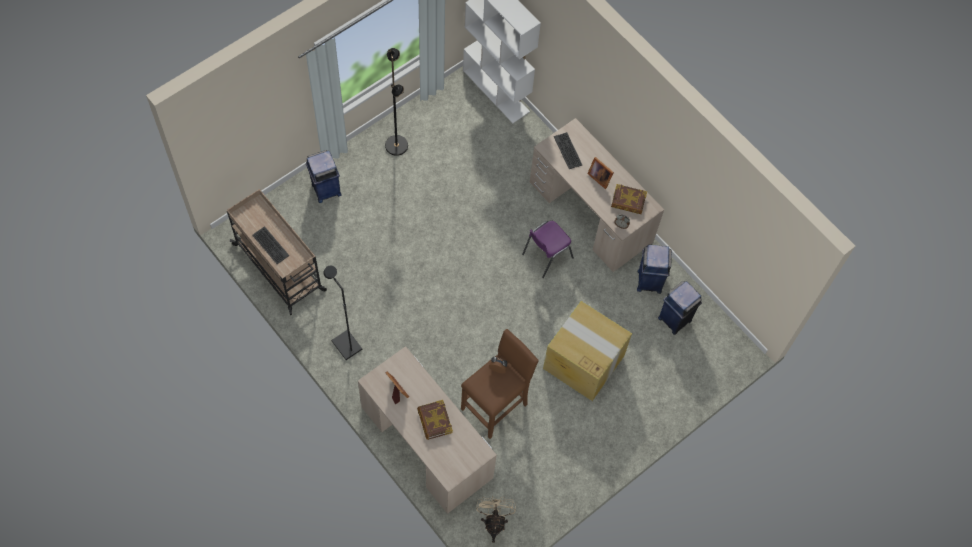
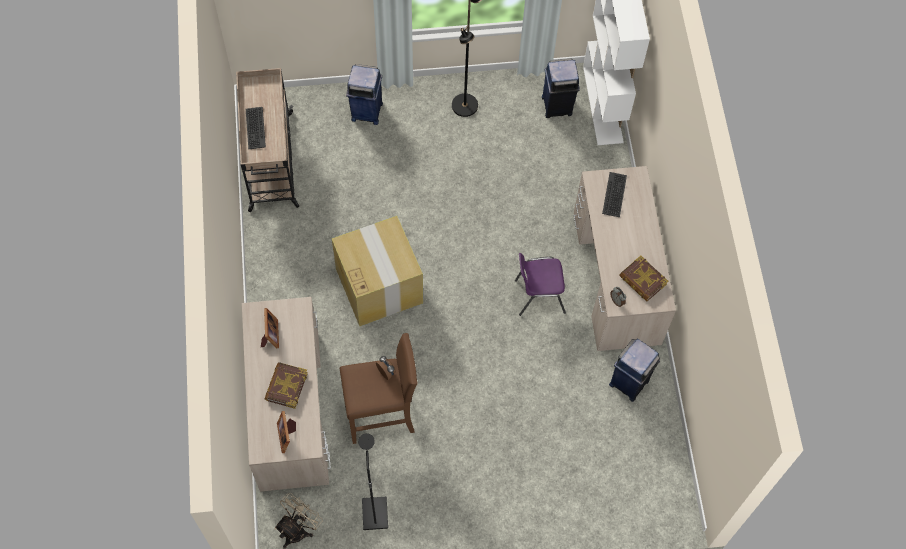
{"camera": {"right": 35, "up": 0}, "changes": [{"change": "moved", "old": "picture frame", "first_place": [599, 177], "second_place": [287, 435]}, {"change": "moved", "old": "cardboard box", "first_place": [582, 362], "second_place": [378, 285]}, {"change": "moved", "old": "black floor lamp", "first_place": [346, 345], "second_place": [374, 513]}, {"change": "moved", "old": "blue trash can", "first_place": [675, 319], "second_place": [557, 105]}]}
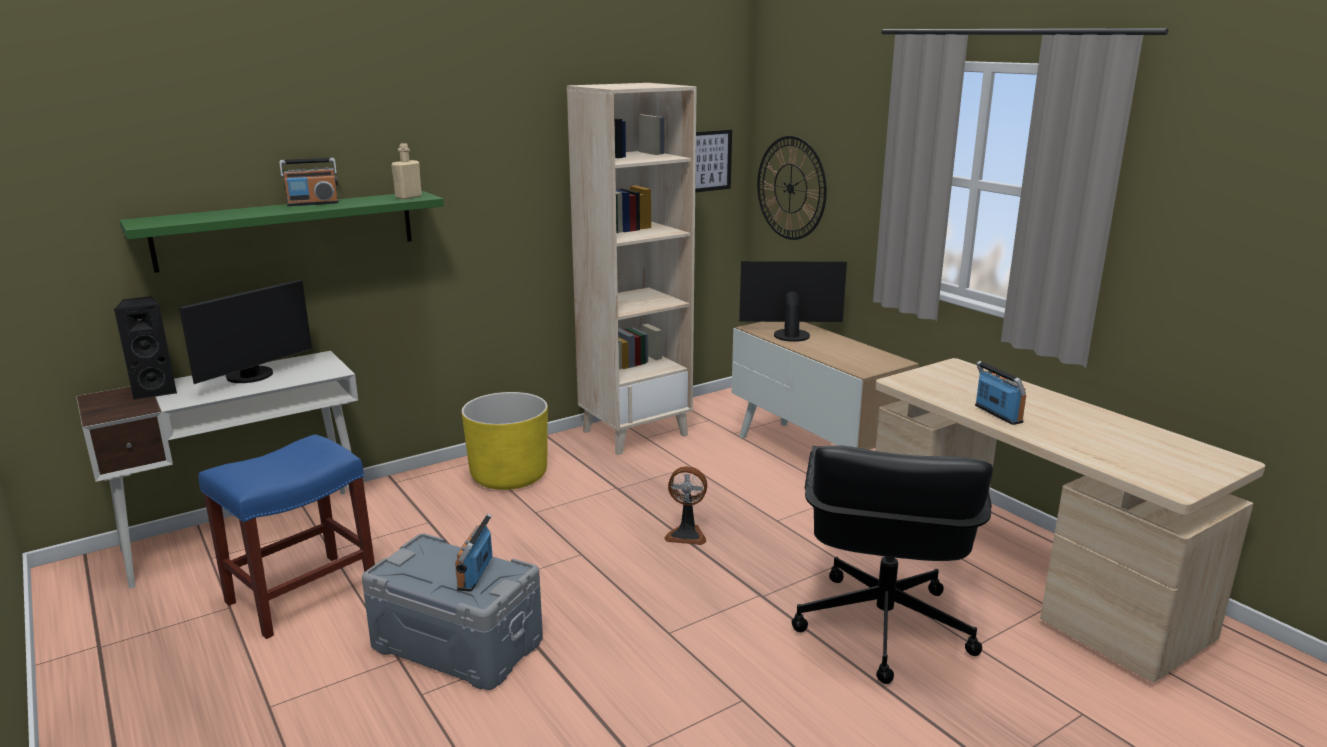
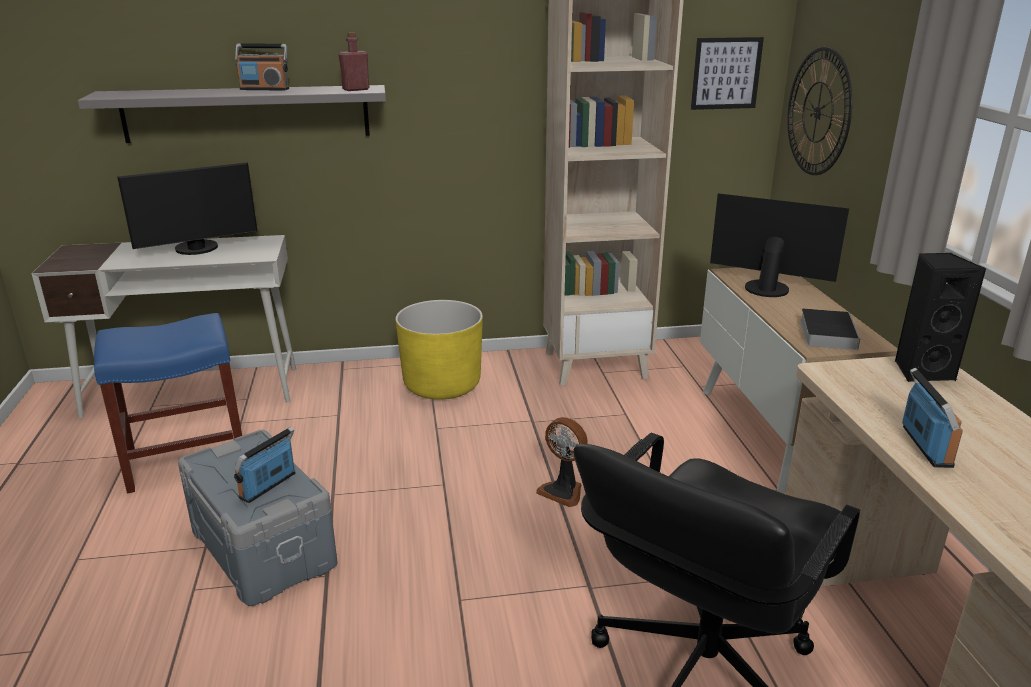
{"camera": {"right": 25, "up": 5}, "changes": [{"change": "recoloured", "old": "green shelf", "new": "grey shelf", "first_place": [288, 230], "second_place": [247, 113]}, {"change": "recoloured", "old": "beige bottle", "new": "red bottle", "first_place": [408, 197], "second_place": [356, 89]}, {"change": "added", "new": "book", "second_place": [826, 333]}, {"change": "moved", "old": "black speaker", "first_place": [155, 391], "second_place": [921, 371]}]}
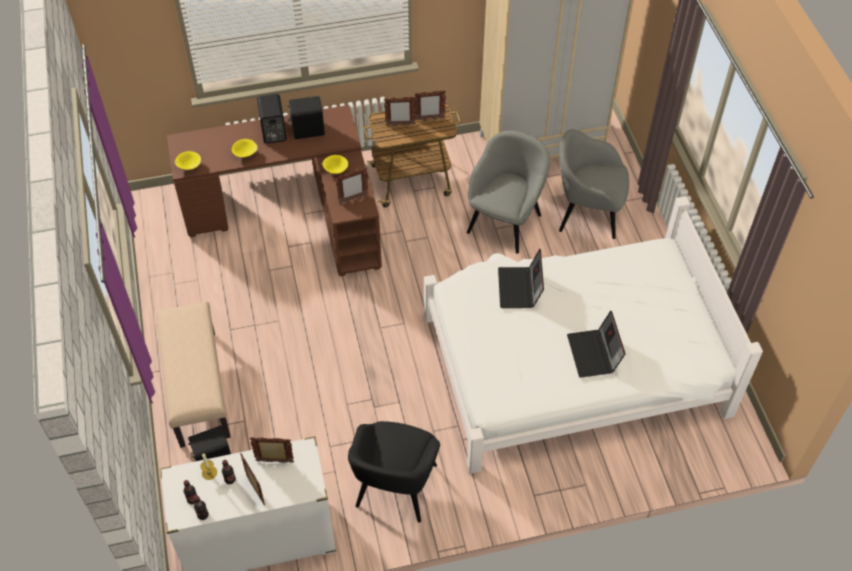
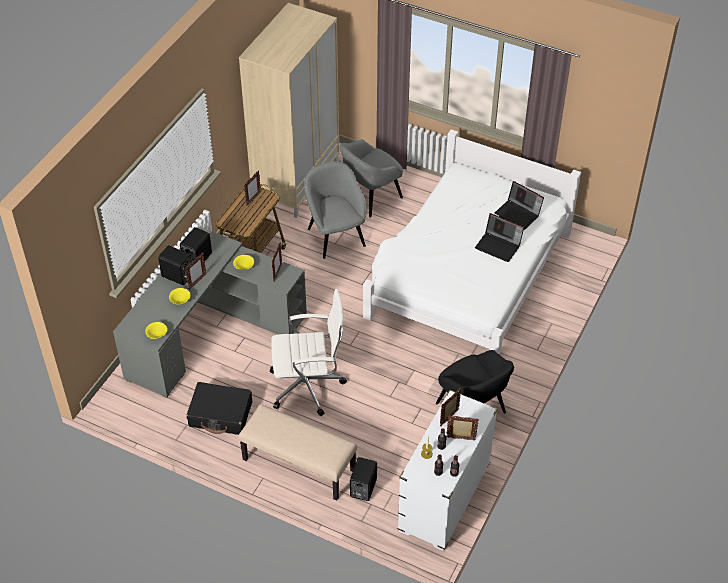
{"camera": {"right": -50, "up": -5}, "changes": [{"change": "recoloured", "old": "brown desk", "new": "grey desk", "first_place": [294, 212], "second_place": [209, 330]}, {"change": "moved", "old": "picture frame", "first_place": [400, 125], "second_place": [197, 282]}, {"change": "added", "new": "black suitcase", "second_place": [221, 414]}, {"change": "added", "new": "white office chair", "second_place": [309, 386]}, {"change": "moved", "old": "laptop", "first_place": [520, 289], "second_place": [518, 214]}]}
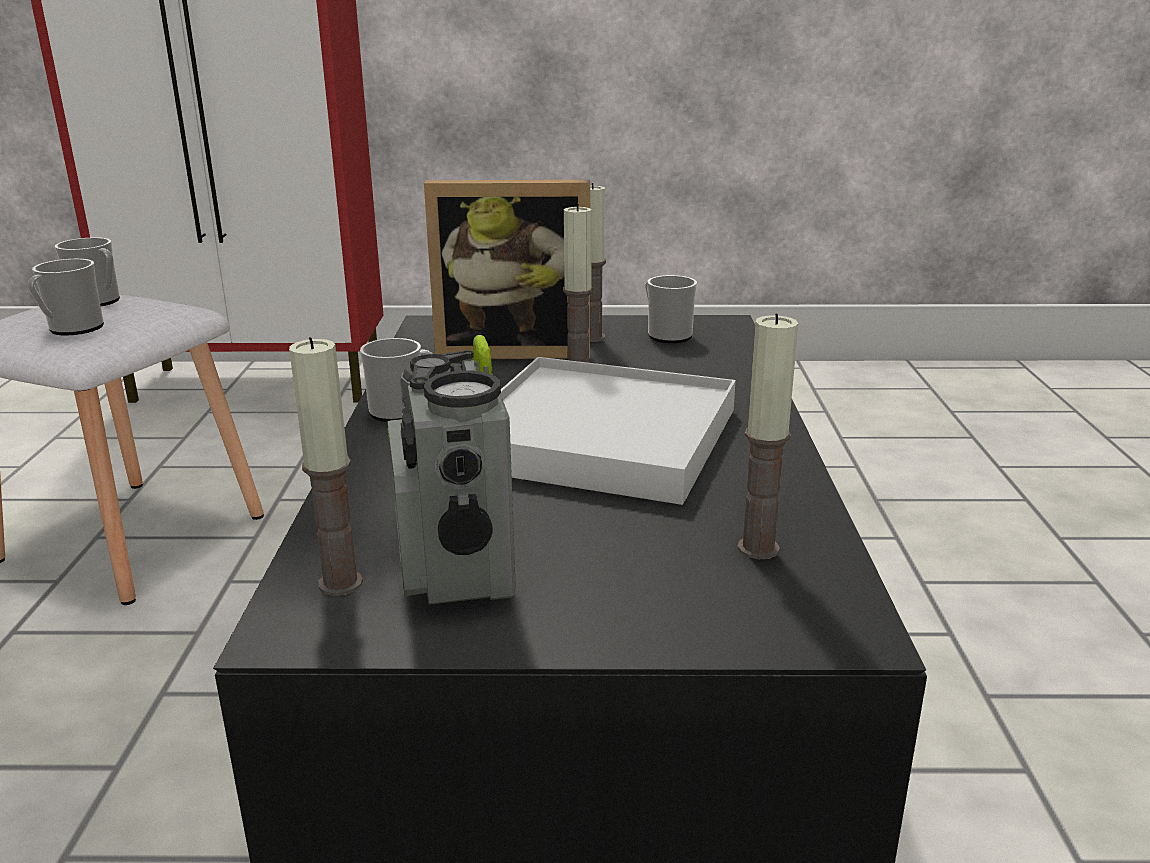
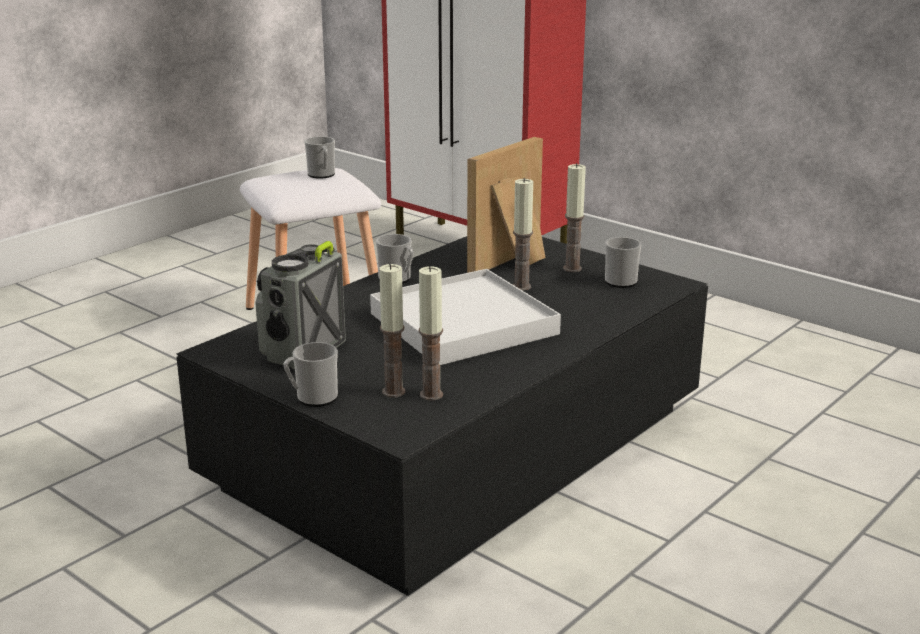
{"camera": {"right": 40, "up": 0}, "changes": [{"change": "moved", "old": "mug", "first_place": [71, 329], "second_place": [312, 398]}, {"change": "moved", "old": "candle", "first_place": [340, 583], "second_place": [393, 392]}, {"change": "turned", "old": "picture frame", "first_place": [514, 349], "second_place": [514, 263], "degrees": 90}]}
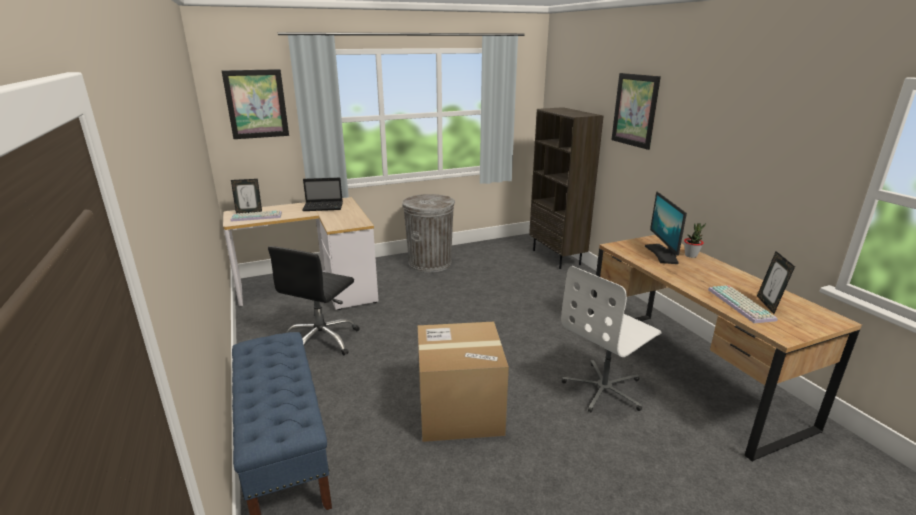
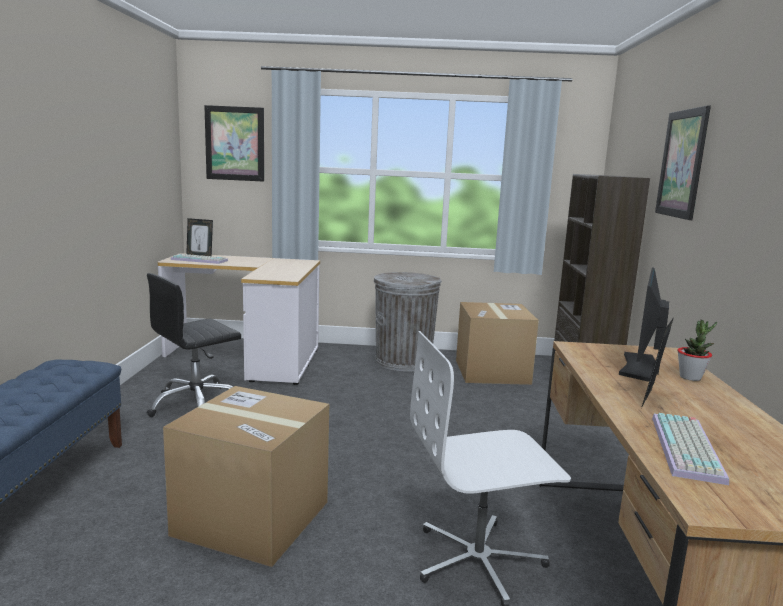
{"camera": {"right": 25, "up": -10}, "changes": [{"change": "added", "new": "cardboard box", "second_place": [492, 372]}, {"change": "moved", "old": "picture frame", "first_place": [768, 305], "second_place": [652, 399]}, {"change": "removed", "old": "laptop", "first_place": [324, 207]}]}
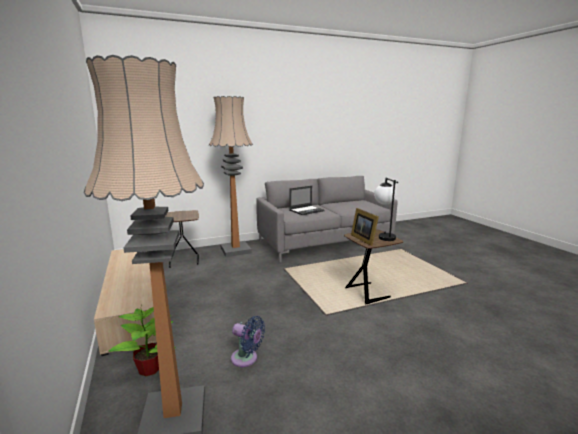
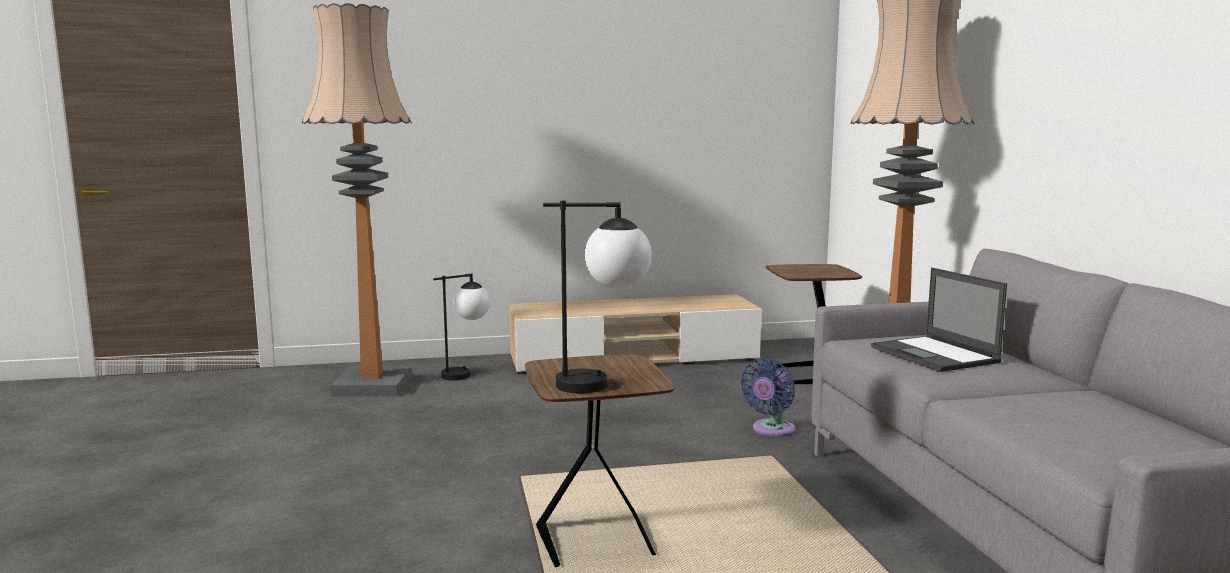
{"camera": {"right": 100, "up": -5}, "changes": [{"change": "replaced", "old": "potted plant", "new": "table lamp", "first_place": [150, 368], "second_place": [466, 374]}, {"change": "moved", "old": "blue fan", "first_place": [246, 359], "second_place": [771, 430]}, {"change": "removed", "old": "picture frame", "first_place": [364, 239]}]}
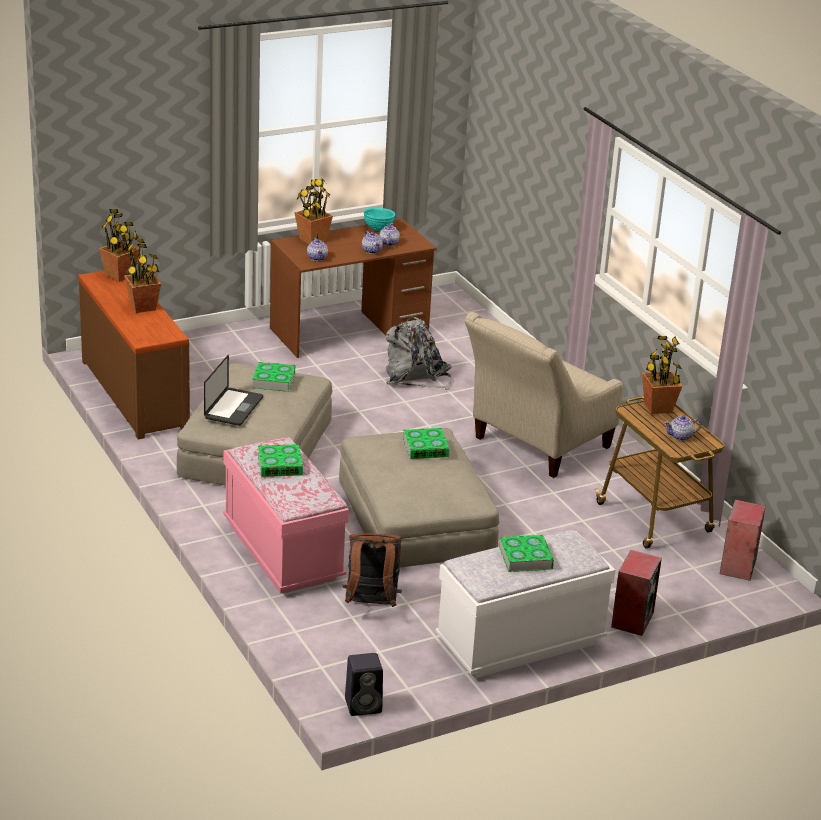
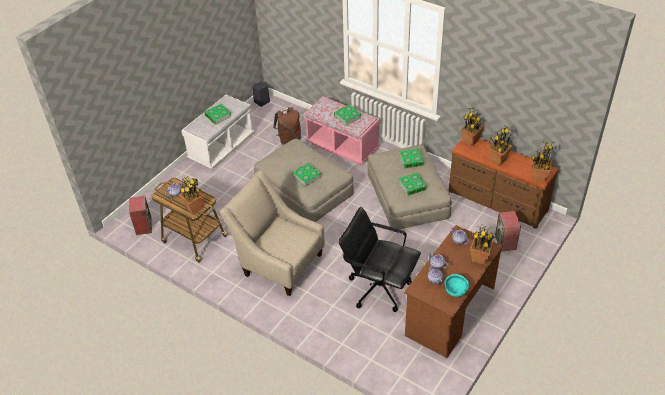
{"camera": {"right": 155, "up": 15}, "changes": [{"change": "turned", "old": "beige armchair", "first_place": [535, 446], "second_place": [278, 262], "degrees": -75}, {"change": "replaced", "old": "grey backpack", "new": "black office chair", "first_place": [416, 377], "second_place": [378, 288]}, {"change": "replaced", "old": "laptop", "new": "book", "first_place": [233, 408], "second_place": [411, 160]}, {"change": "added", "new": "potted plant", "second_place": [470, 141]}, {"change": "moved", "old": "speaker", "first_place": [632, 619], "second_place": [506, 243]}]}
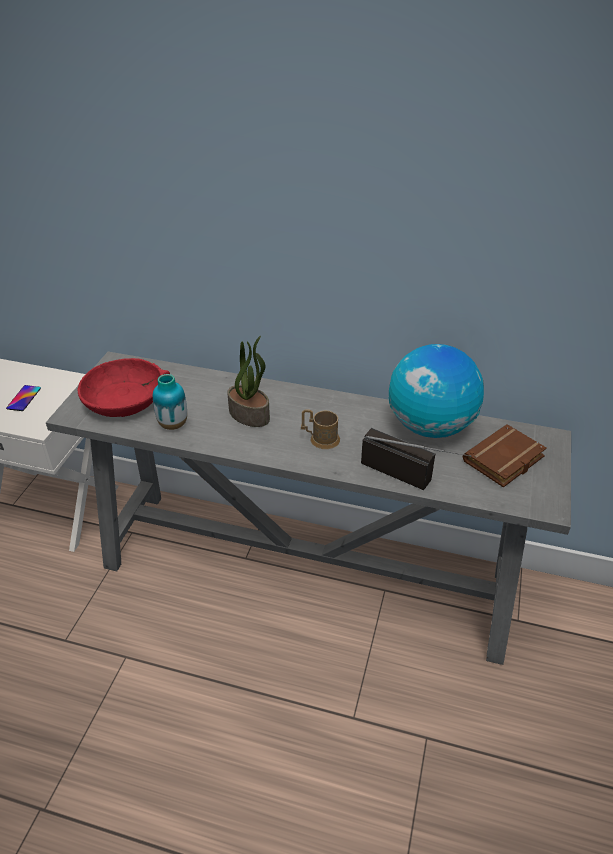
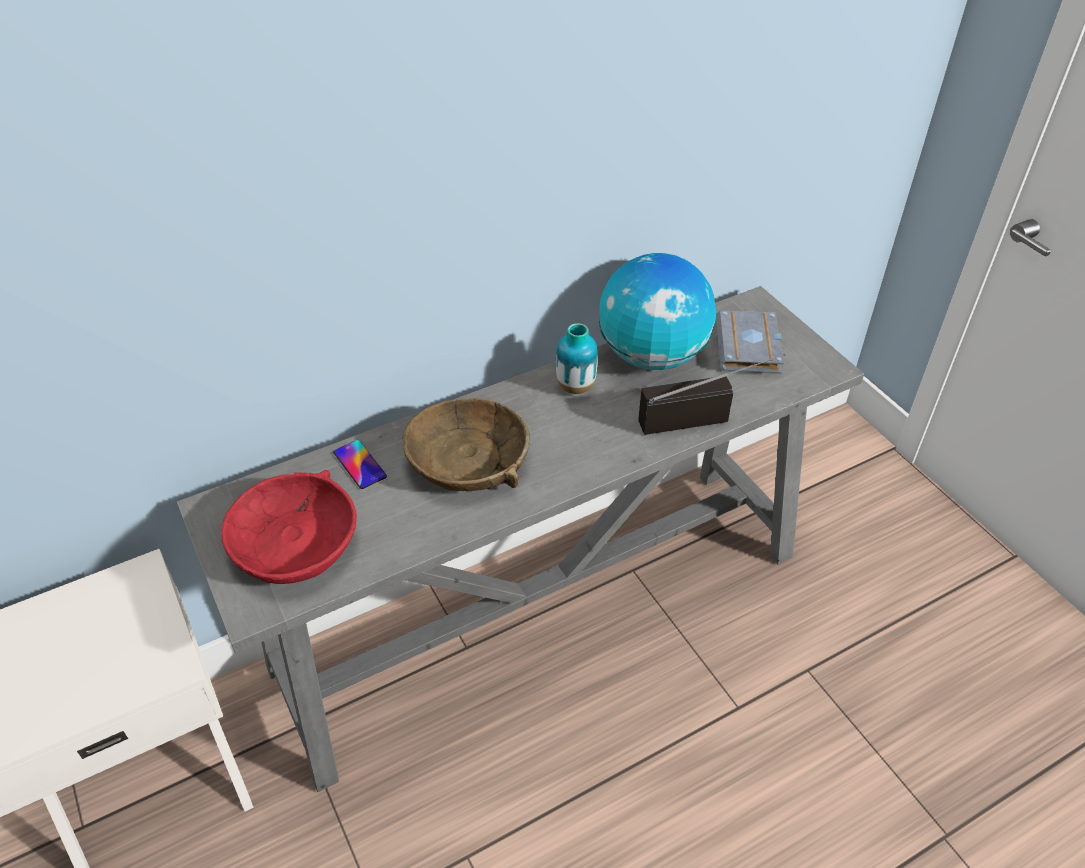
{"camera": {"right": -45, "up": 5}, "changes": [{"change": "moved", "old": "phone", "first_place": [24, 398], "second_place": [360, 464]}, {"change": "replaced", "old": "potted plant", "new": "brown bowl", "first_place": [250, 414], "second_place": [469, 460]}, {"change": "moved", "old": "vase", "first_place": [173, 424], "second_place": [575, 386]}, {"change": "recoloured", "old": "brown book", "new": "grey book", "first_place": [504, 461], "second_place": [750, 349]}, {"change": "removed", "old": "brown mug", "first_place": [320, 439]}]}
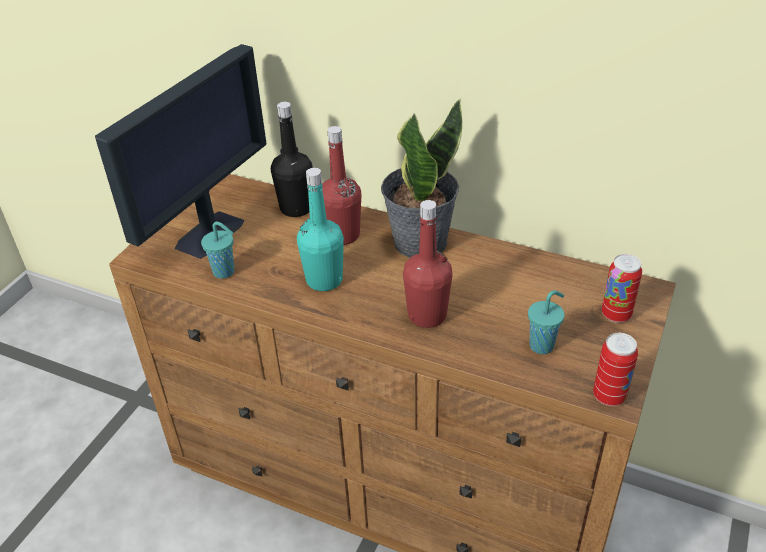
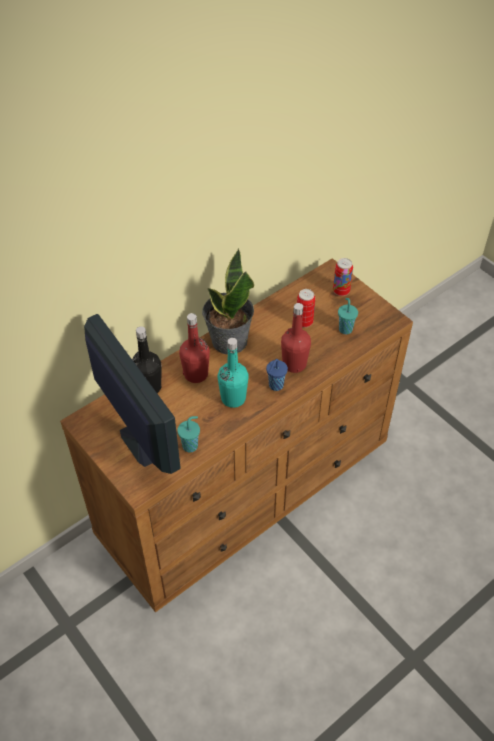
{"camera": {"right": -65, "up": 10}, "changes": [{"change": "added", "new": "blue cup", "second_place": [275, 386]}, {"change": "moved", "old": "can", "first_place": [609, 396], "second_place": [304, 322]}]}
